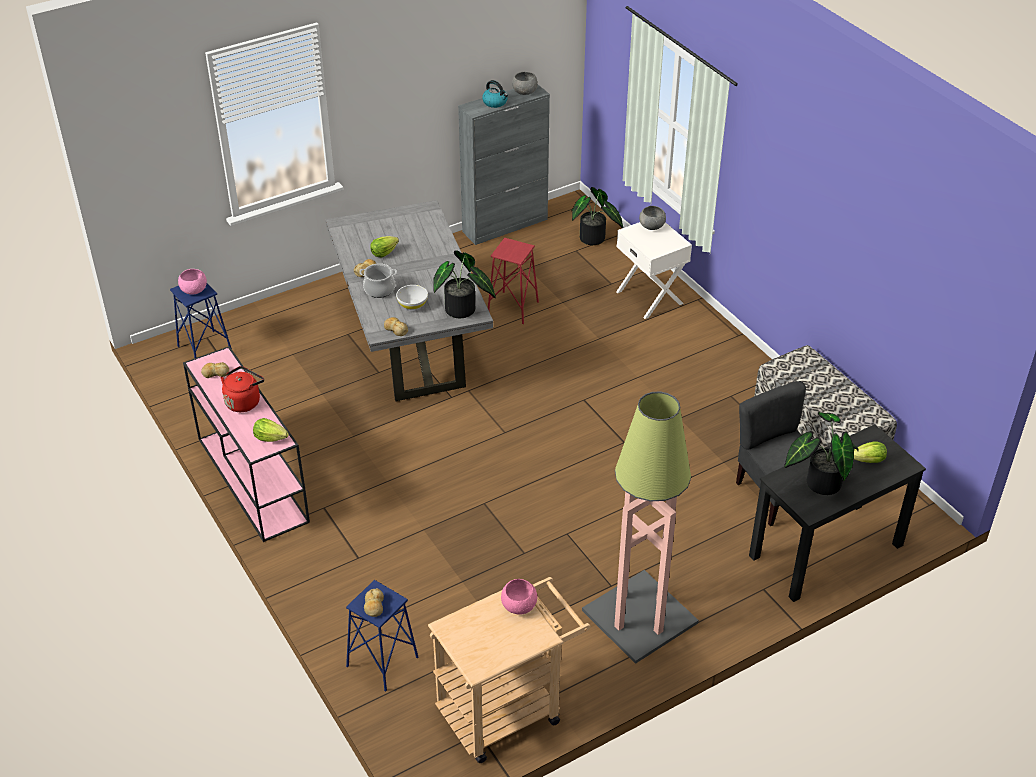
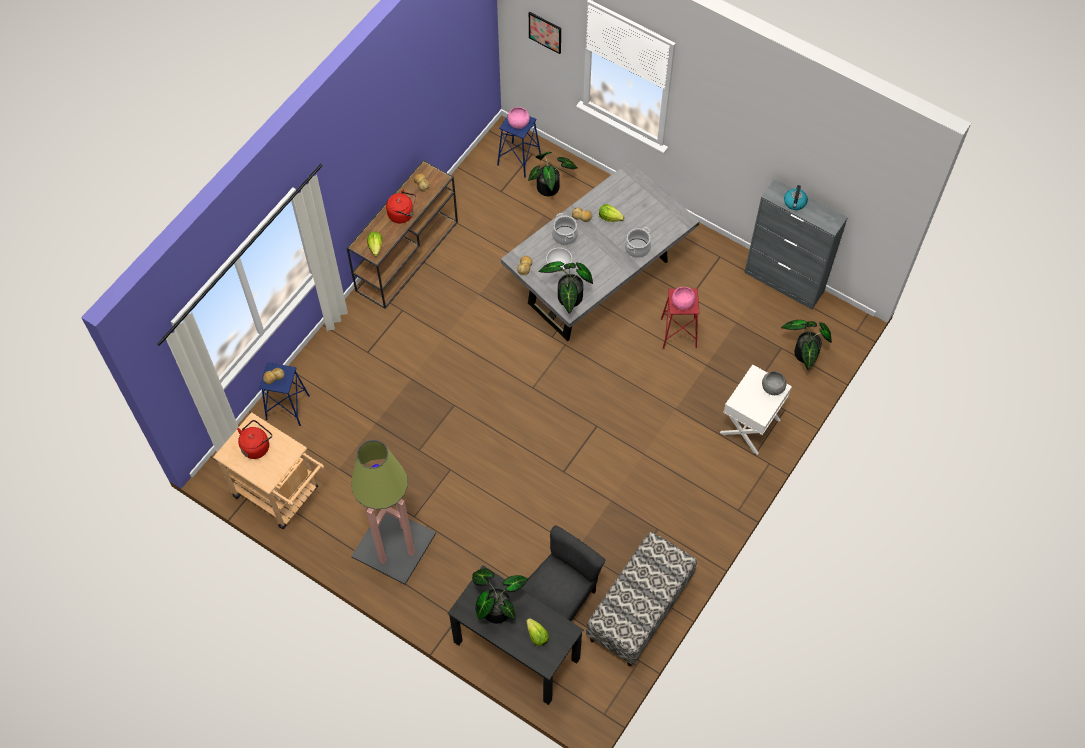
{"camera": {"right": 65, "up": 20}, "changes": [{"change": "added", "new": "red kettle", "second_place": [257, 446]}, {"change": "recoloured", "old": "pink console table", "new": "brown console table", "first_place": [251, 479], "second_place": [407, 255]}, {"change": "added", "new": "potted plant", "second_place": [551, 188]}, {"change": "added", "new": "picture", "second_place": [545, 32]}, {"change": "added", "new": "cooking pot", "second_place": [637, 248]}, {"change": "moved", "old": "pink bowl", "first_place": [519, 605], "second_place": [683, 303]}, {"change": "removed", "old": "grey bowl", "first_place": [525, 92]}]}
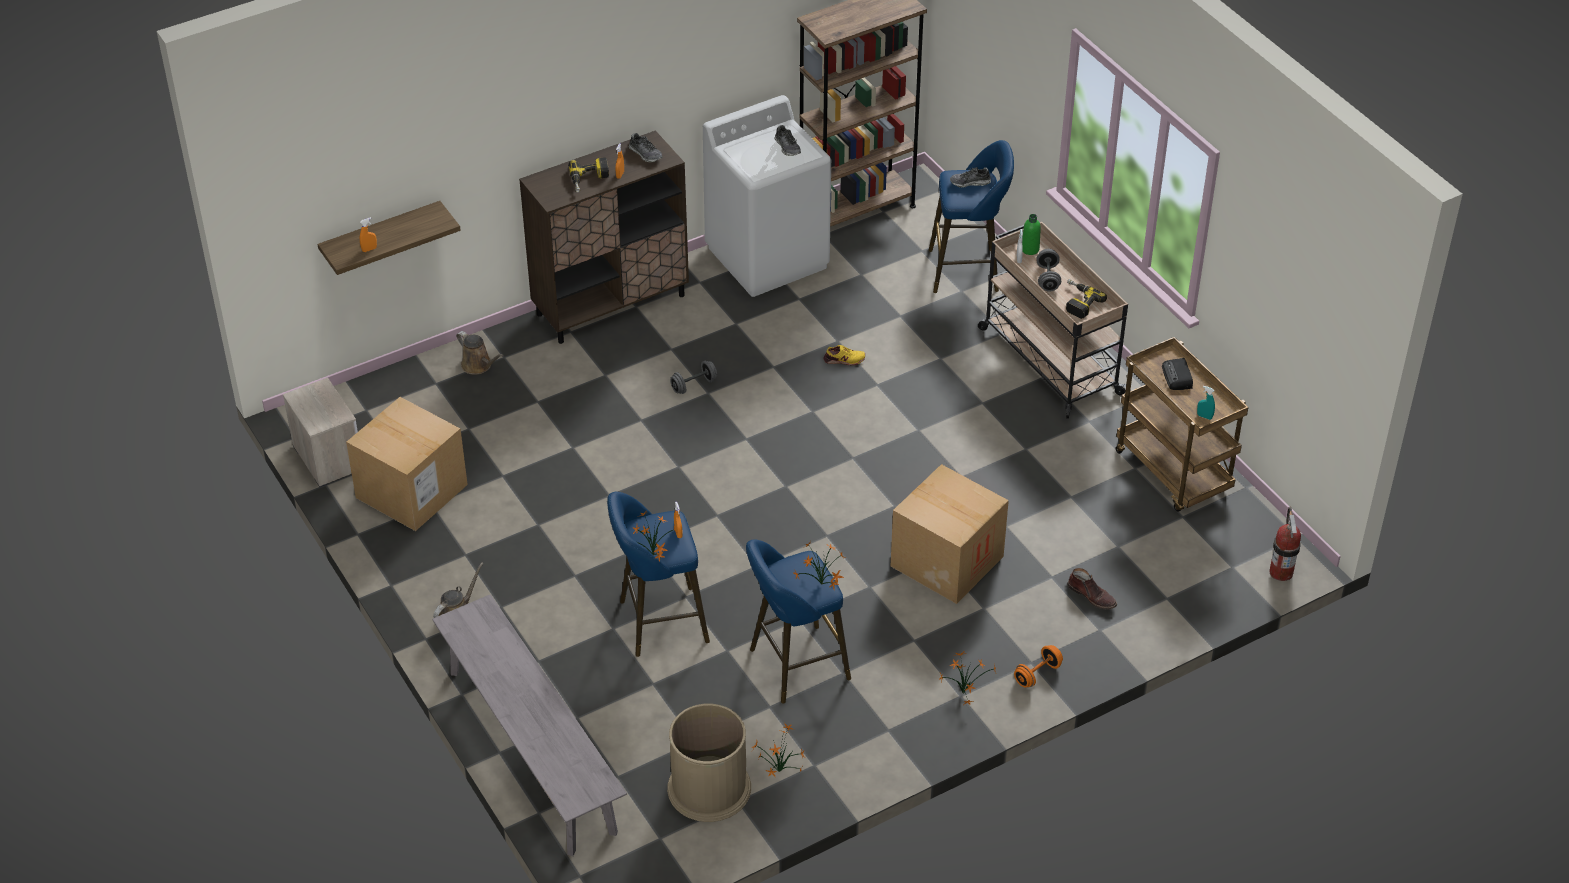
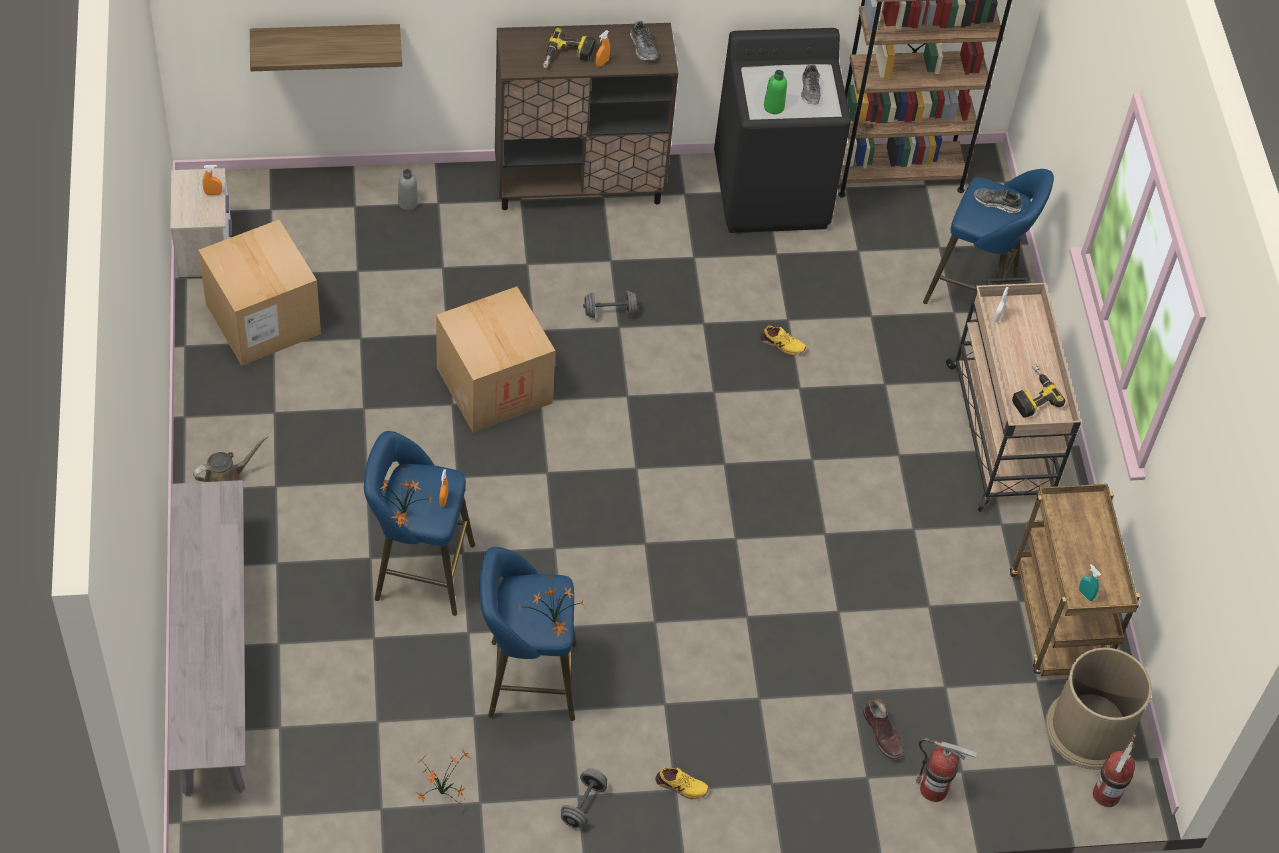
{"camera": {"right": 20, "up": 10}, "changes": [{"change": "moved", "old": "orange spray bottle", "first_place": [369, 249], "second_place": [213, 193]}, {"change": "replaced", "old": "brown watering can", "new": "grey bottle", "first_place": [478, 365], "second_place": [408, 203]}, {"change": "moved", "old": "cardboard box", "first_place": [947, 561], "second_place": [494, 385]}, {"change": "moved", "old": "grey dumbbell", "first_place": [1047, 278], "second_place": [583, 805]}, {"change": "replaced", "old": "potted plant", "new": "yellow shoe", "first_place": [963, 692], "second_place": [681, 786]}, {"change": "recoloured", "old": "white washing machine", "new": "black washing machine", "first_place": [768, 257], "second_place": [772, 192]}, {"change": "moved", "old": "green bottle", "first_place": [1030, 249], "second_place": [774, 107]}, {"change": "added", "new": "fire extinguisher", "second_place": [934, 789]}, {"change": "moved", "old": "brown trash can", "first_place": [709, 788], "second_place": [1089, 729]}, {"change": "removed", "old": "orange dumbbell", "first_place": [1037, 674]}, {"change": "removed", "old": "radio", "first_place": [1177, 377]}]}
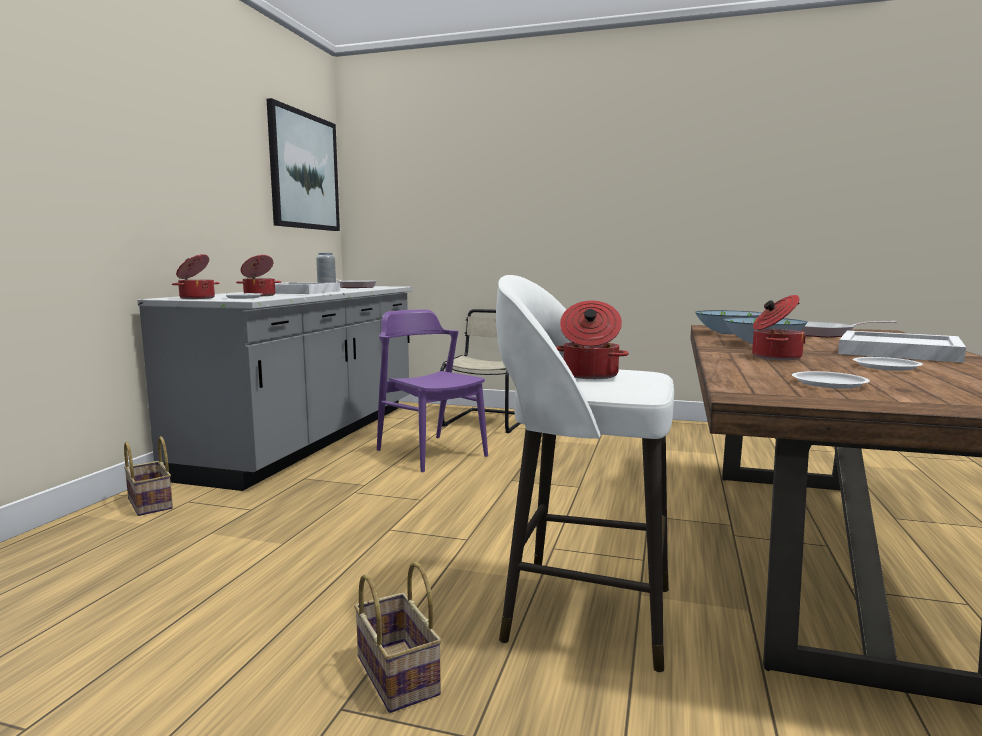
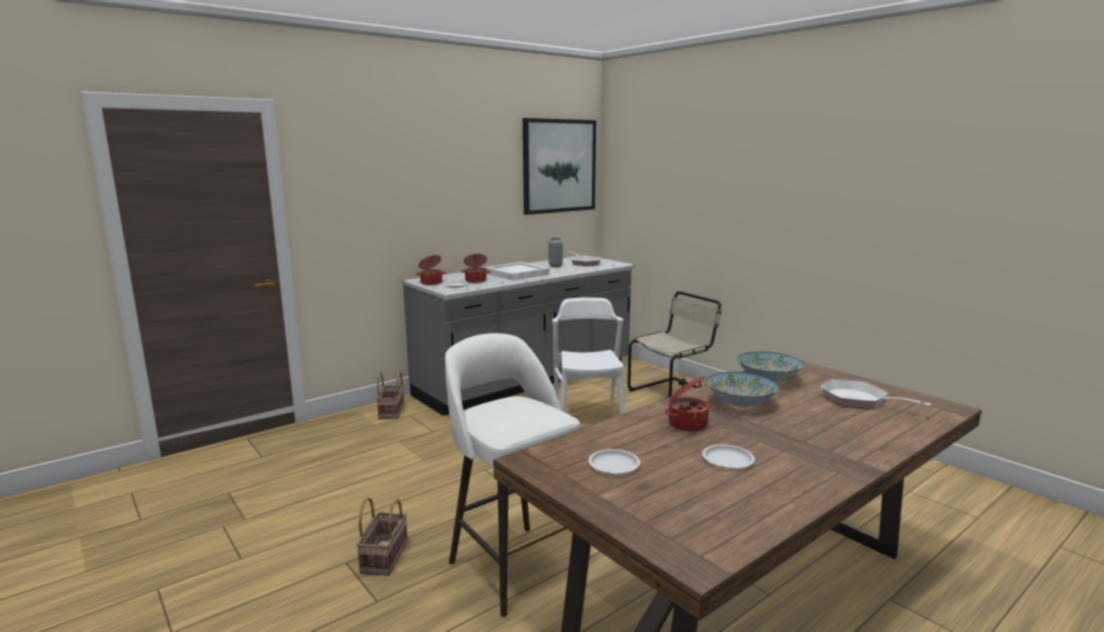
{"camera": {"right": 35, "up": 5}, "changes": [{"change": "recoloured", "old": "purple chair", "new": "white chair", "first_place": [431, 453], "second_place": [588, 414]}, {"change": "removed", "old": "cooking pot", "first_place": [589, 375]}, {"change": "removed", "old": "white tray", "first_place": [897, 351]}]}
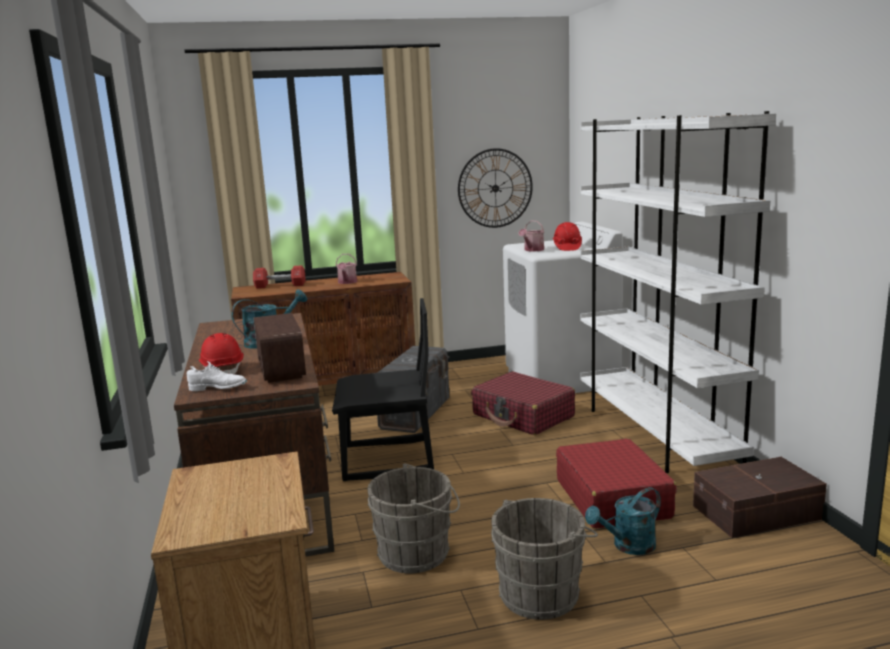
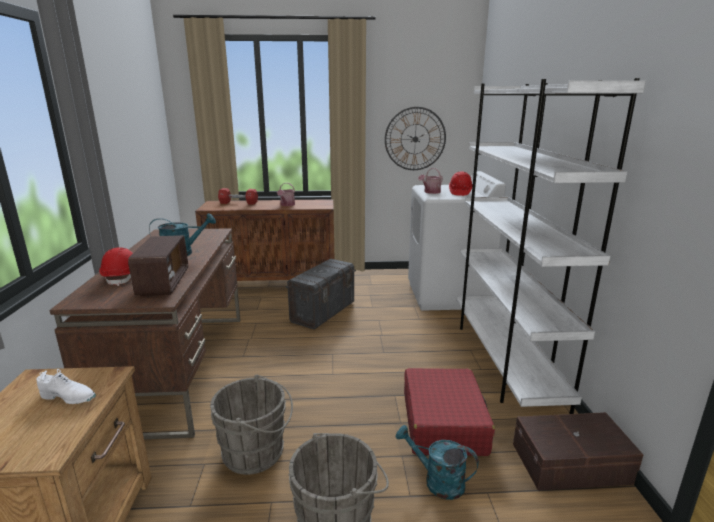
{"camera": {"right": 10, "up": 5}, "changes": [{"change": "moved", "old": "white shoe", "first_place": [218, 388], "second_place": [69, 398]}, {"change": "turned", "old": "turquoise watering can", "first_place": [628, 546], "second_place": [437, 481], "degrees": 45}, {"change": "removed", "old": "black chair", "first_place": [388, 460]}, {"change": "removed", "old": "red suitcase", "first_place": [523, 416]}]}
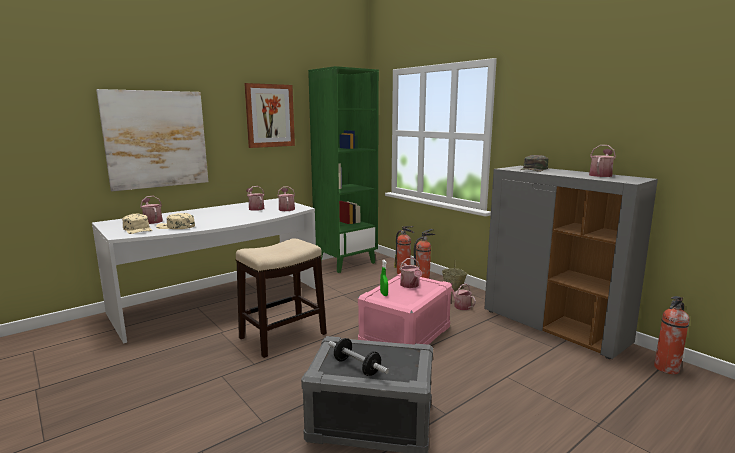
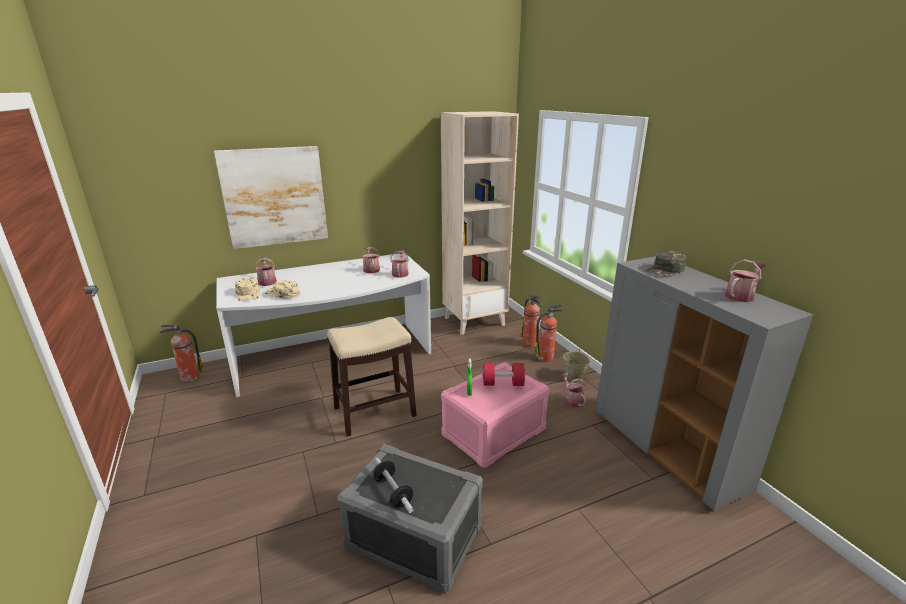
{"camera": {"right": 15, "up": 10}, "changes": [{"change": "moved", "old": "fire extinguisher", "first_place": [666, 368], "second_place": [189, 378]}, {"change": "recoloured", "old": "green bookcase", "new": "beige bookcase", "first_place": [346, 262], "second_place": [474, 321]}, {"change": "replaced", "old": "watering can", "new": "red dumbbell", "first_place": [410, 285], "second_place": [503, 383]}, {"change": "removed", "old": "picture", "first_place": [270, 115]}]}
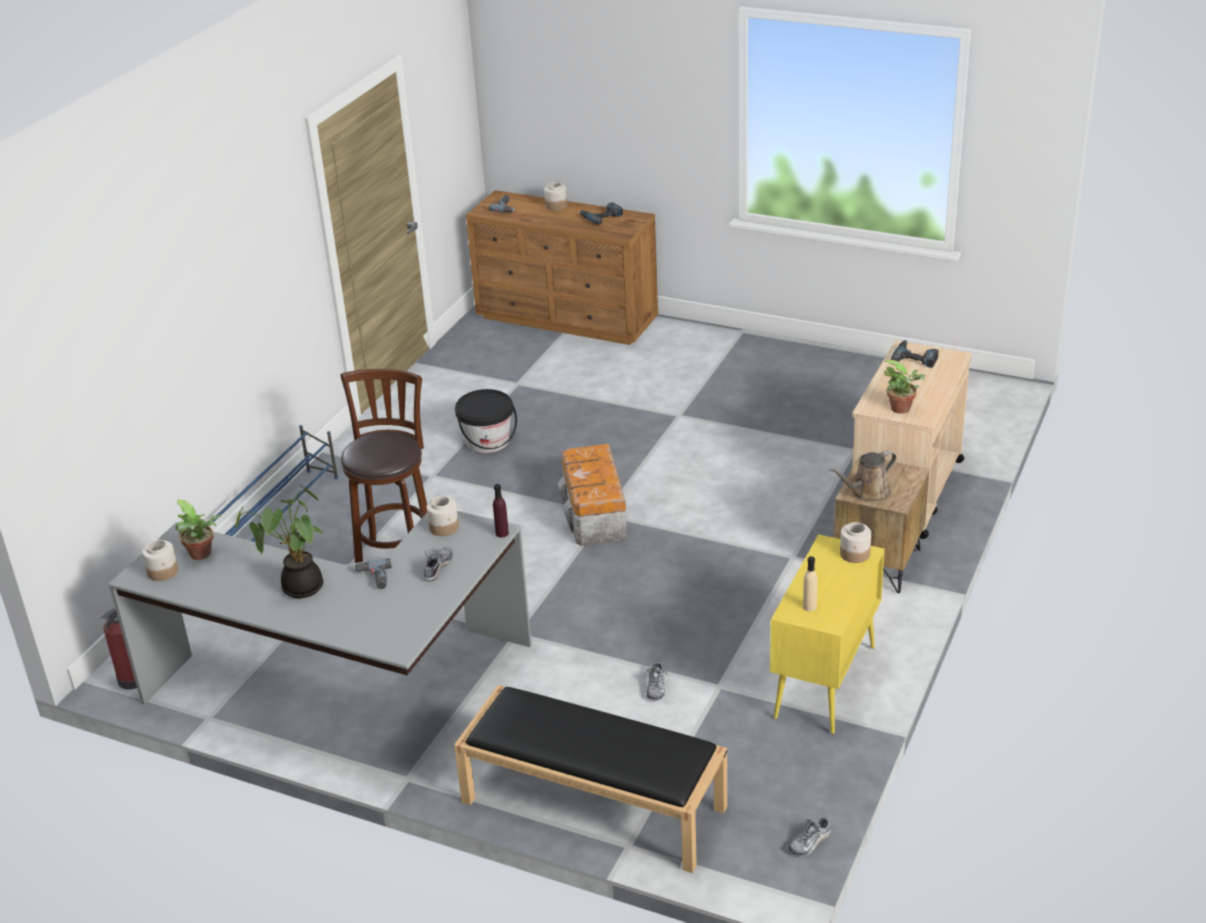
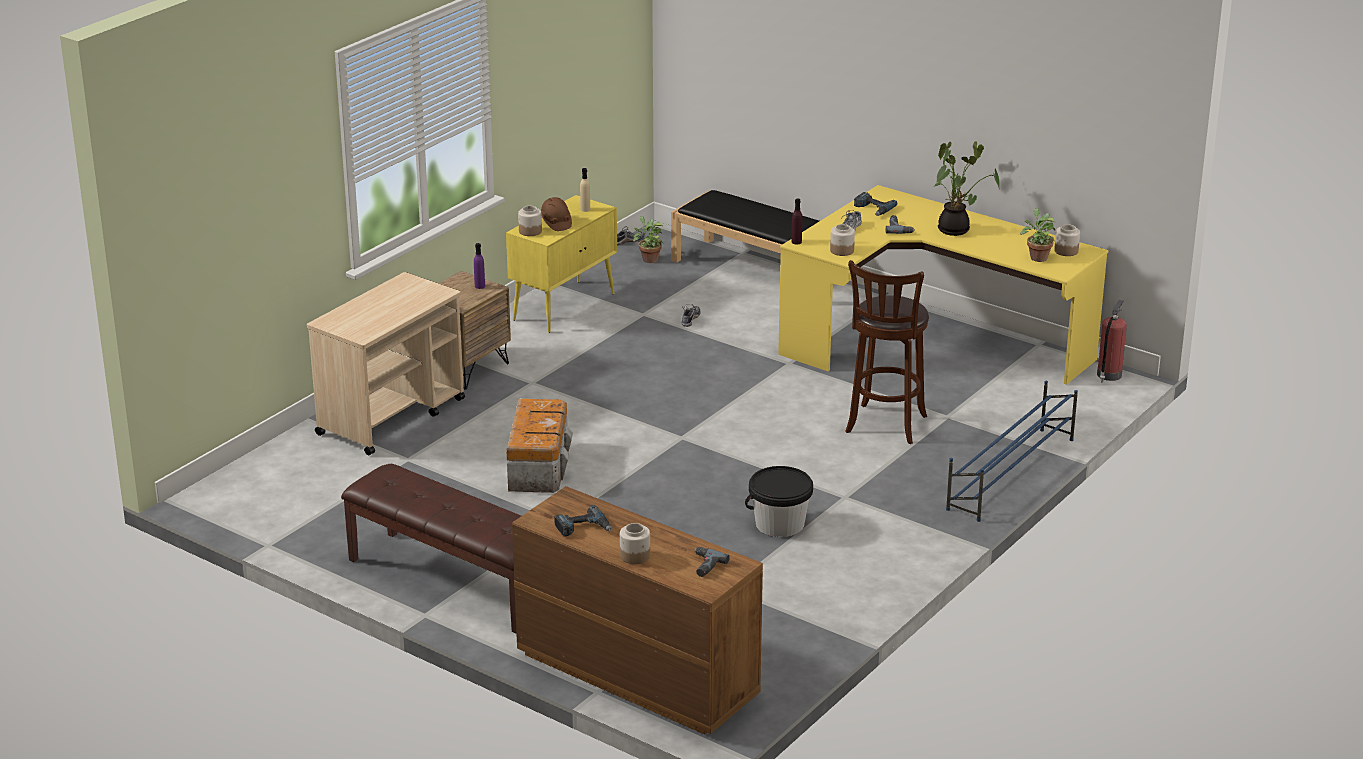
{"camera": {"right": -170, "up": -5}, "changes": [{"change": "added", "new": "brown bench", "second_place": [451, 581]}, {"change": "replaced", "old": "brown watering can", "new": "purple bottle", "first_place": [867, 493], "second_place": [479, 286]}, {"change": "moved", "old": "storage box", "first_place": [594, 515], "second_place": [539, 465]}, {"change": "added", "new": "brown hard hat", "second_place": [555, 223]}, {"change": "moved", "old": "potted plant", "first_place": [903, 409], "second_place": [648, 259]}, {"change": "recoloured", "old": "grey desk", "new": "yellow desk", "first_place": [346, 698], "second_place": [931, 342]}, {"change": "moved", "old": "power drill", "first_place": [915, 357], "second_place": [873, 209]}]}
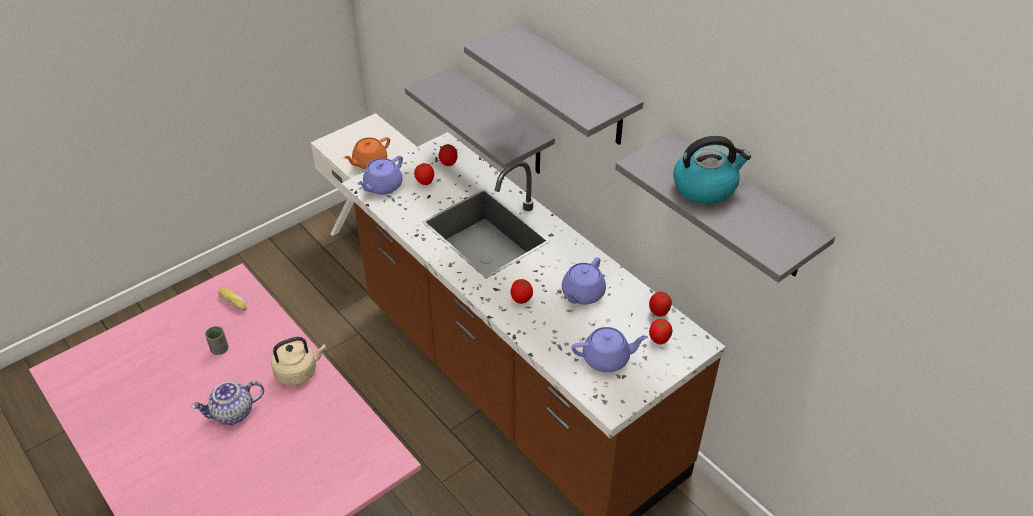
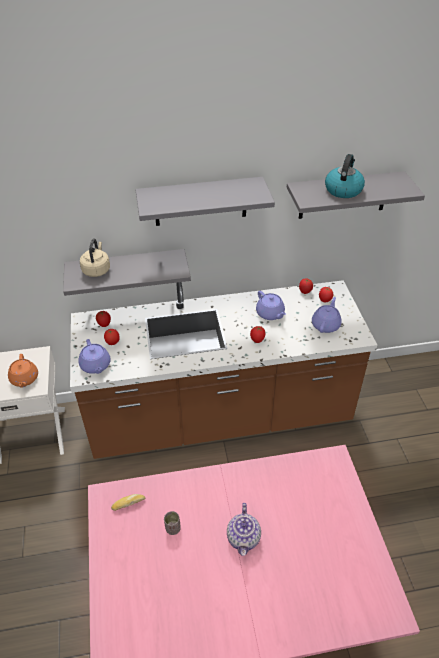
{"camera": {"right": -60, "up": 0}, "changes": [{"change": "moved", "old": "beige kettle", "first_place": [298, 372], "second_place": [96, 269]}]}
